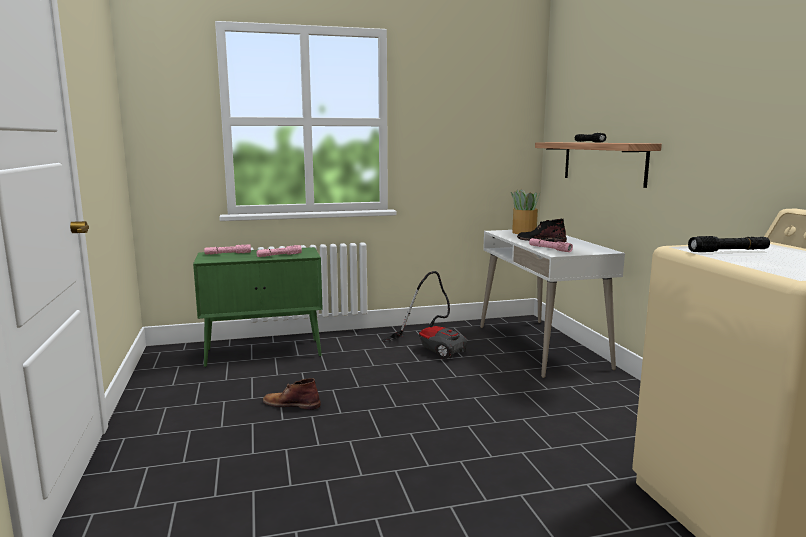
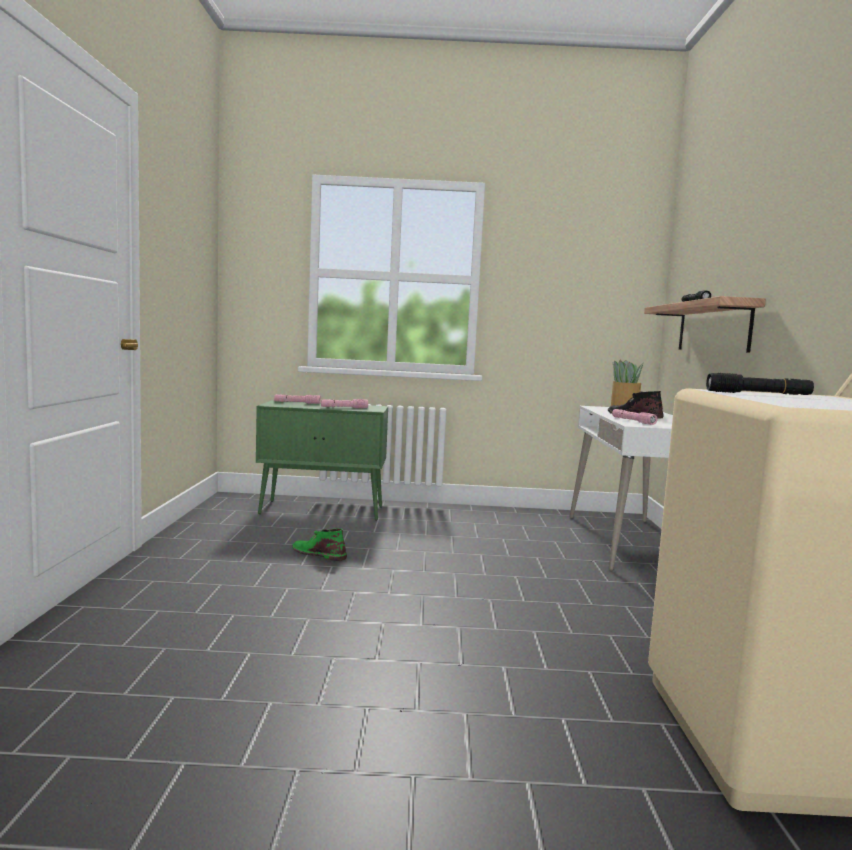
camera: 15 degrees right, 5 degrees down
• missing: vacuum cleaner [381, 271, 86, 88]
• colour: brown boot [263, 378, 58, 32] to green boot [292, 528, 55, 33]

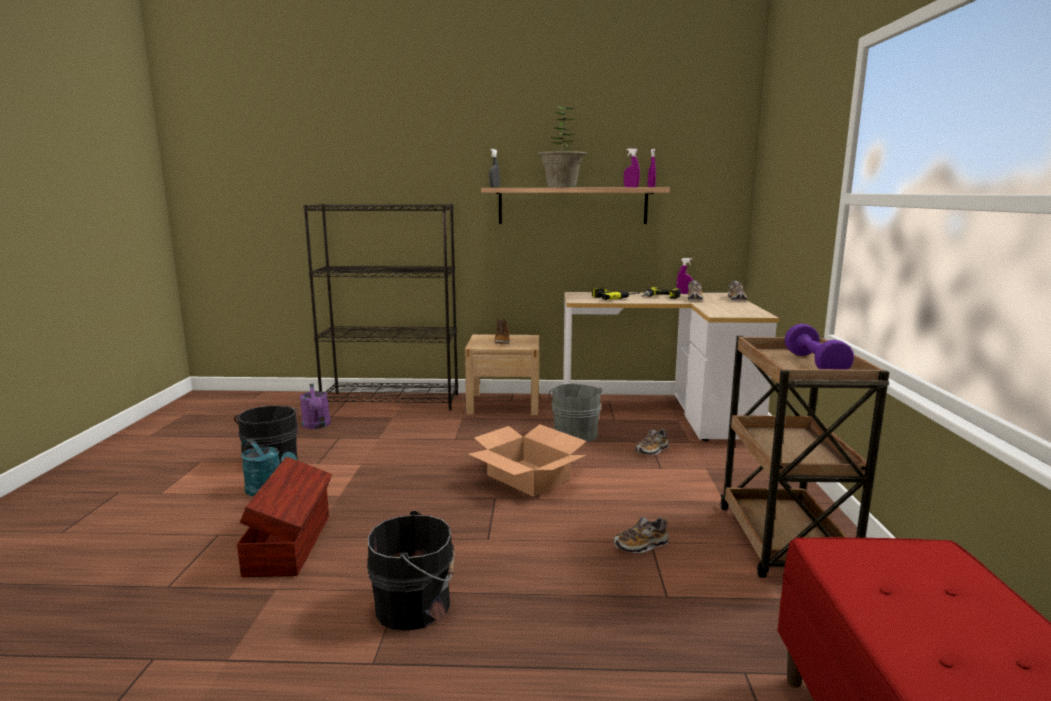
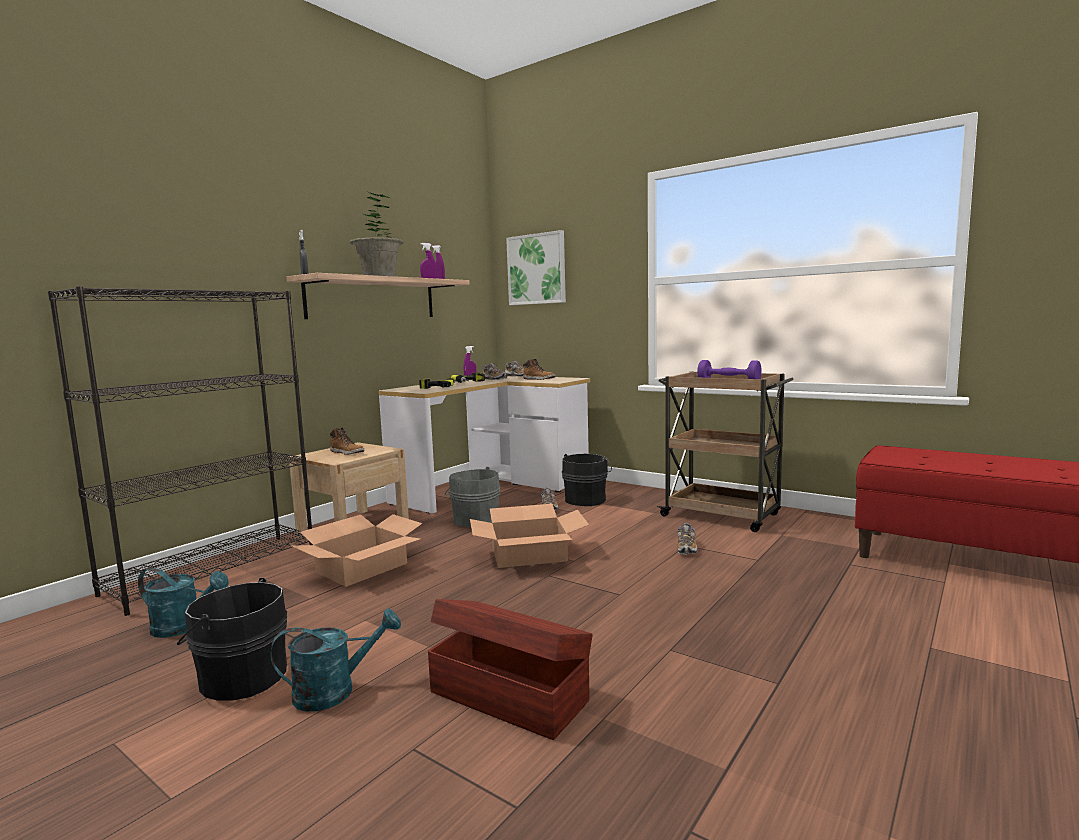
camera: 55 degrees left, 5 degrees down
• appeared: cardboard box [292, 514, 130, 73]
• appeared: picture [506, 230, 60, 75]
• appeared: boot [523, 359, 33, 21]
• relocated: black bucket [367, 511, 88, 119] to [562, 454, 50, 52]
• colour: purple watering can [300, 383, 31, 46] to turquoise watering can [138, 568, 91, 70]

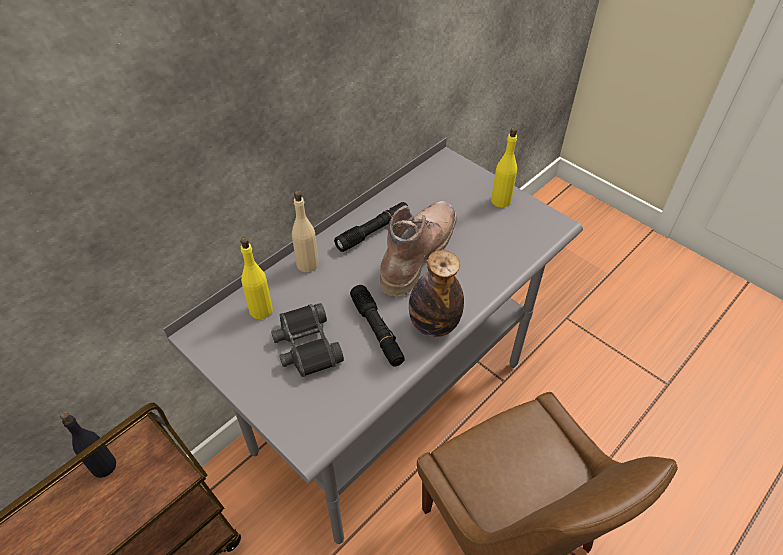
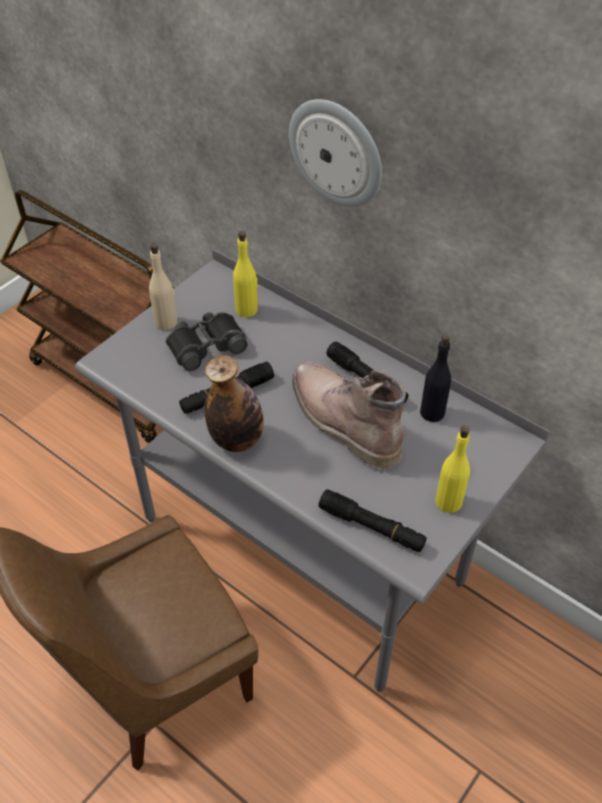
camera: 85 degrees right, 0 degrees up
• appeared: wall clock [289, 99, 93, 108]
• appeared: black flashlight [318, 490, 109, 62]
• relocated: black bottle [60, 412, 56, 66] to [420, 334, 31, 88]
• relocated: beige bottle [292, 191, 27, 81] to [149, 243, 28, 87]
• spun: brown boot [379, 201, 78, 96] = [292, 362, 114, 107] 150 degrees counterclockwise

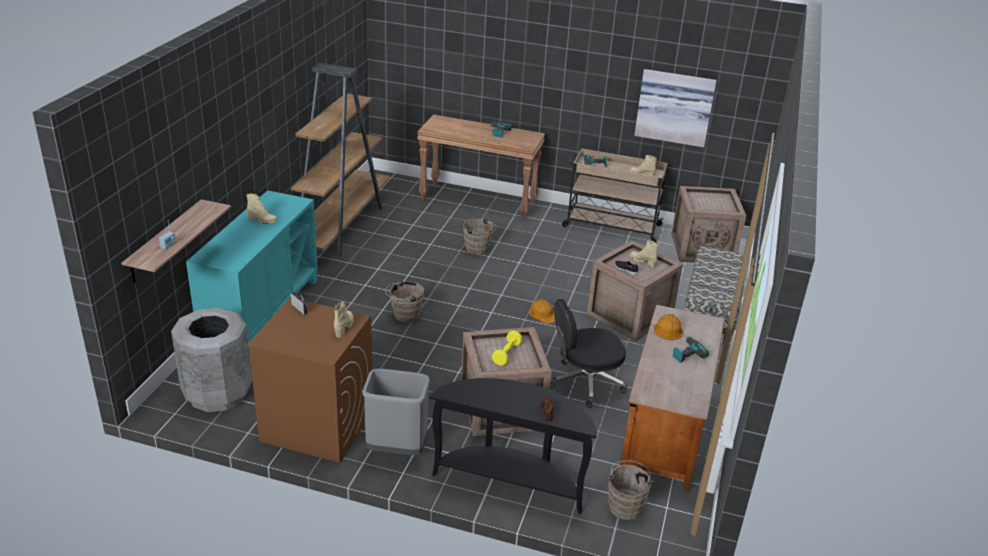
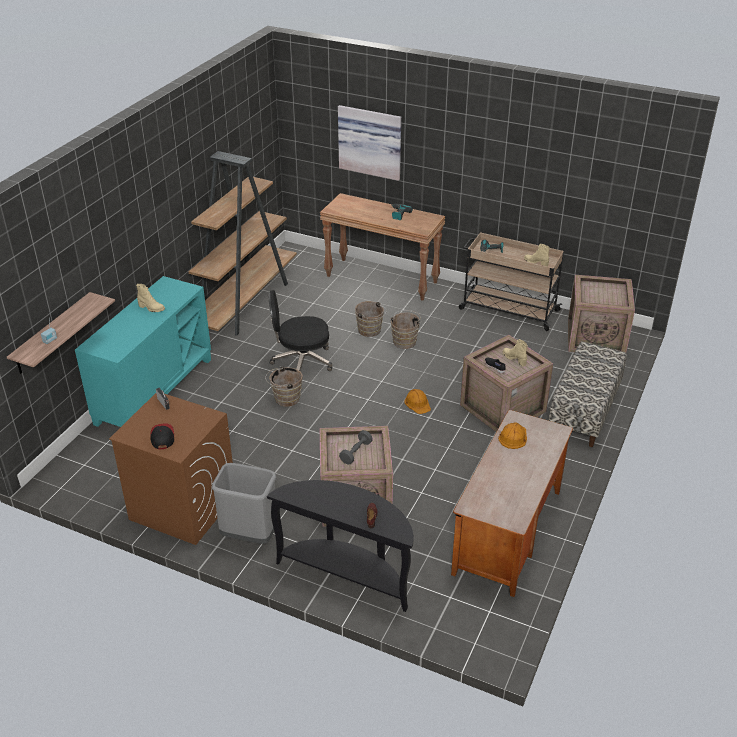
camera: 10 degrees right, 5 degrees up
• missing: grey trash can [171, 308, 81, 104]
• missing: beige boot [334, 301, 20, 37]
• missing: power drill [672, 337, 37, 26]
• appeared: cap [151, 424, 23, 25]
• relocated: black office chair [550, 299, 78, 109] to [268, 290, 64, 81]
• relocated: brown bucket [607, 460, 47, 60] to [390, 310, 32, 39]
• relocated: picture [634, 69, 83, 78] to [338, 105, 63, 76]
• colour: yellow dumbbell [492, 331, 31, 35] to grey dumbbell [339, 430, 34, 35]

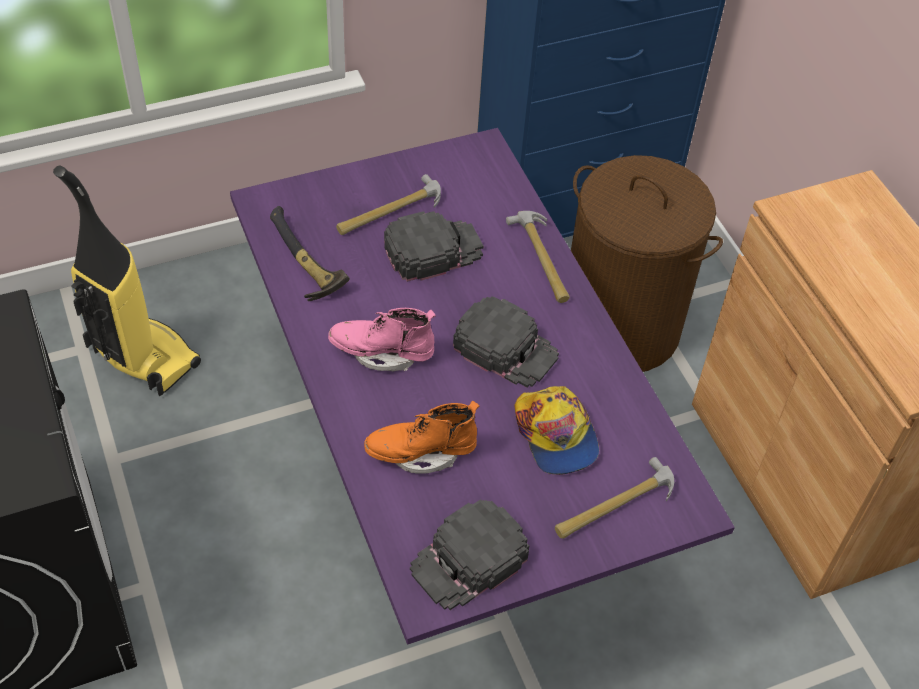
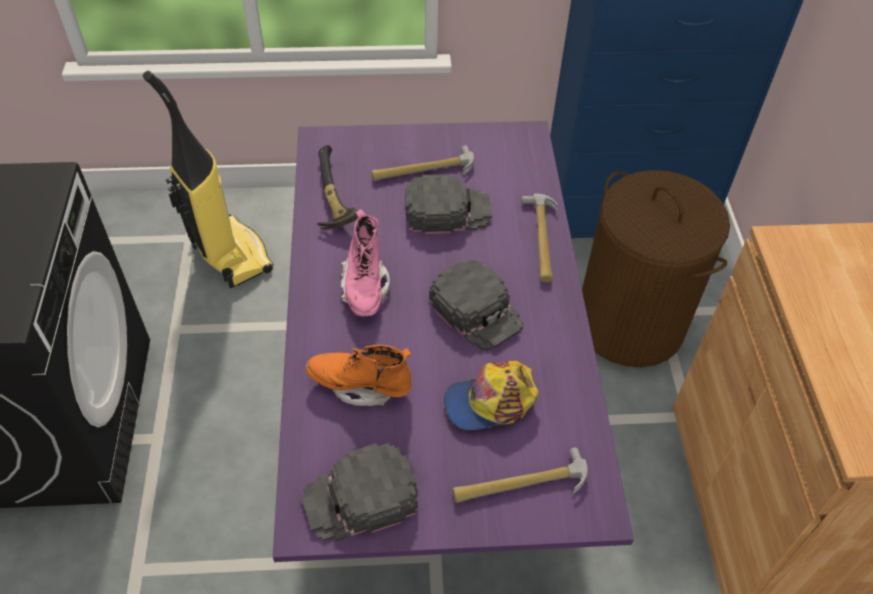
camera: 20 degrees right, 0 degrees up
• spun: pink boot [328, 308, 108, 63] = [341, 209, 49, 108] 120 degrees counterclockwise
• spun: cap [514, 386, 85, 89] = [444, 361, 95, 69] 75 degrees clockwise

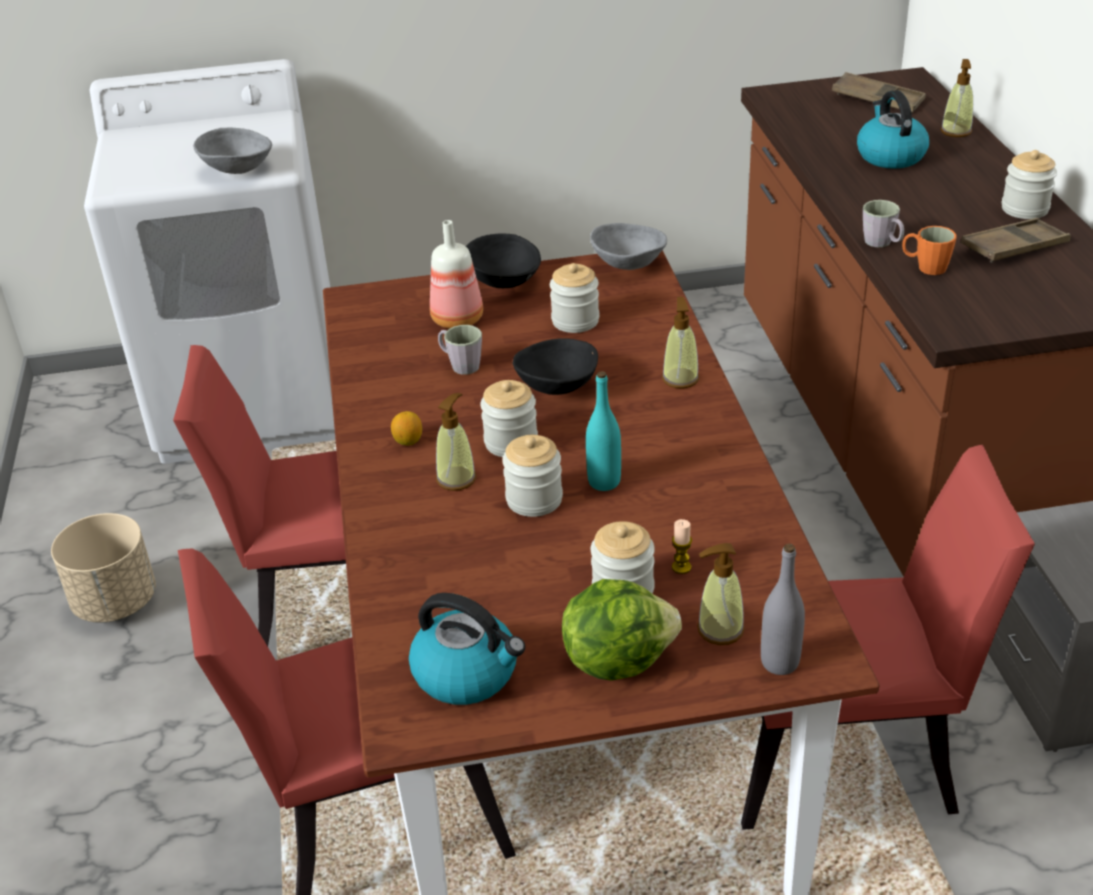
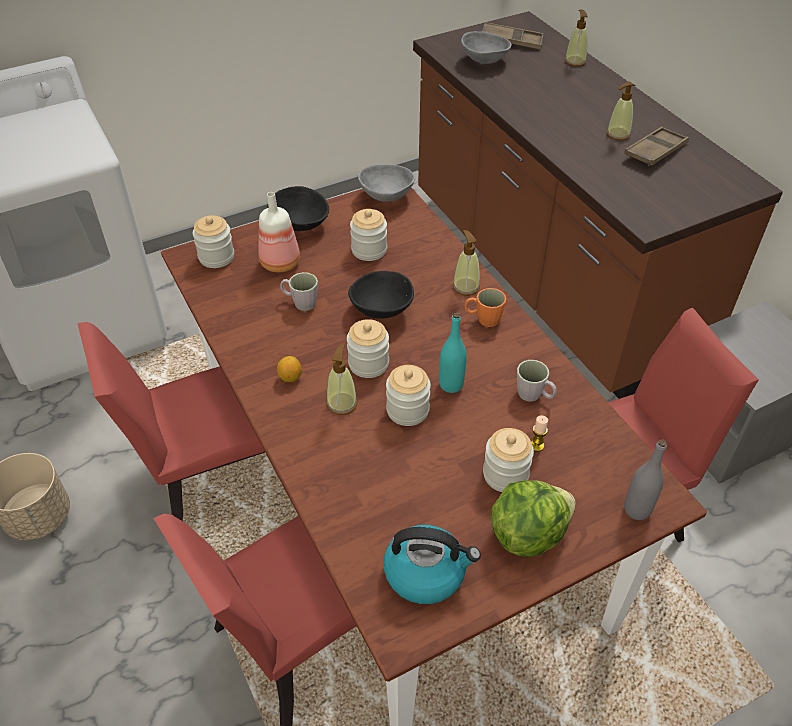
camera: 20 degrees left, 10 degrees up
• missing: kettle [857, 90, 72, 79]
• relocated: grey bowl [193, 128, 79, 46] to [461, 31, 51, 33]
• relocated: soap dispenser [697, 543, 48, 102] to [607, 82, 29, 59]
• relocated: grey mug [863, 200, 41, 47] to [517, 360, 40, 42]
• relocated: orange mug [902, 226, 55, 49] to [464, 288, 42, 39]
• relocated: jar [1002, 150, 55, 69] to [193, 216, 41, 52]

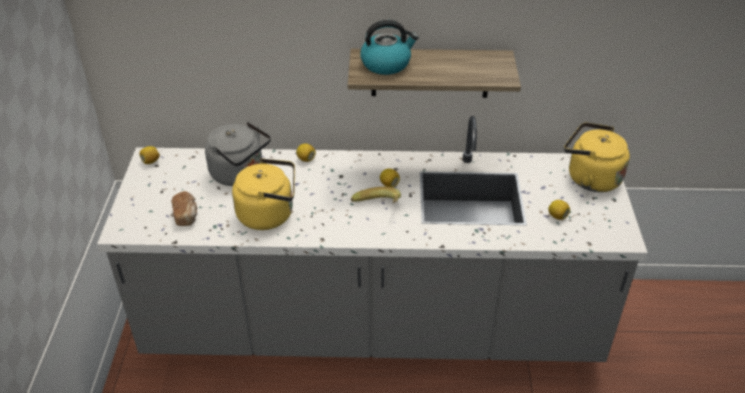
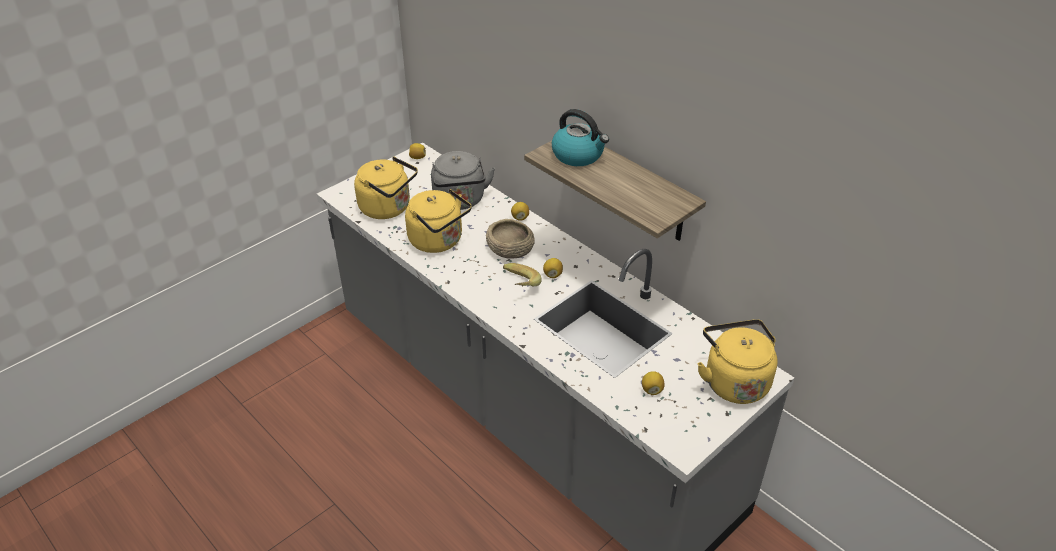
camera: 45 degrees right, 0 degrees up
• appeared: beige bowl [486, 219, 49, 40]
• exchanged: bread [171, 191, 27, 35] to yellow kettle [354, 156, 64, 63]

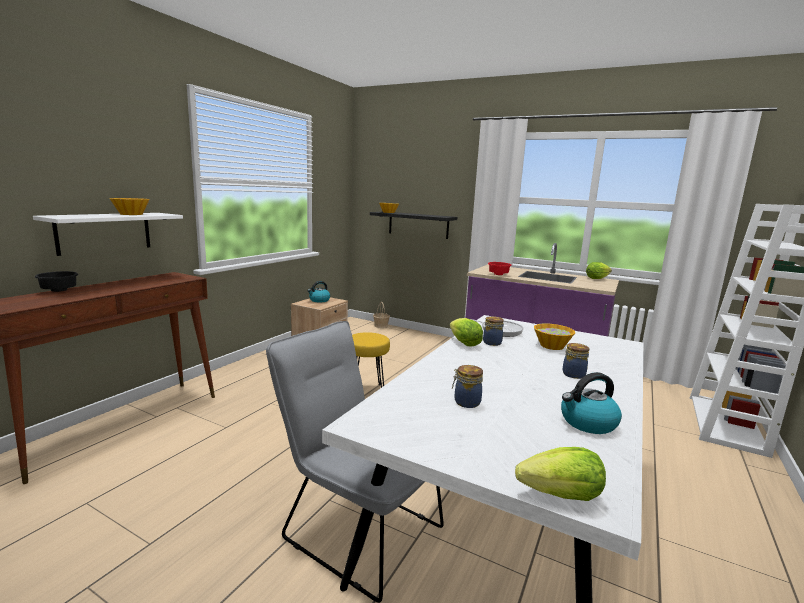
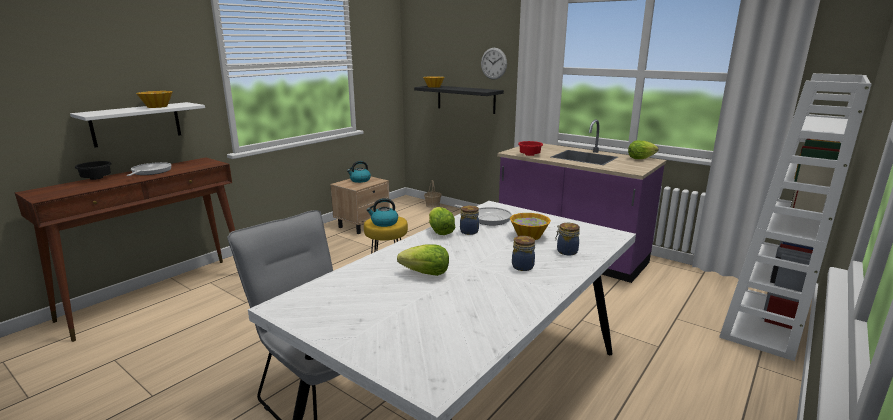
camera: 10 degrees right, 5 degrees up
• appeared: frying pan [127, 162, 44, 14]
• appeared: wall clock [481, 48, 26, 32]
• relocated: jar [452, 365, 31, 43] to [555, 223, 25, 32]
• relocated: lettuce [515, 447, 91, 54] to [397, 244, 52, 32]
• relocated: kettle [561, 372, 61, 62] to [366, 198, 32, 29]

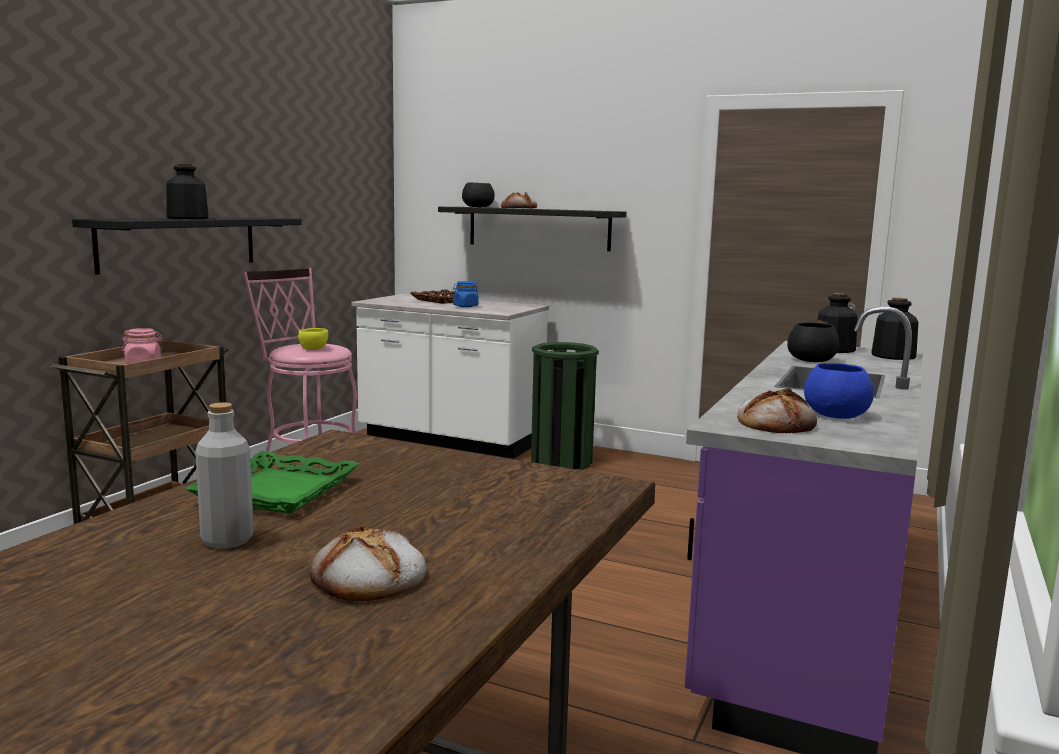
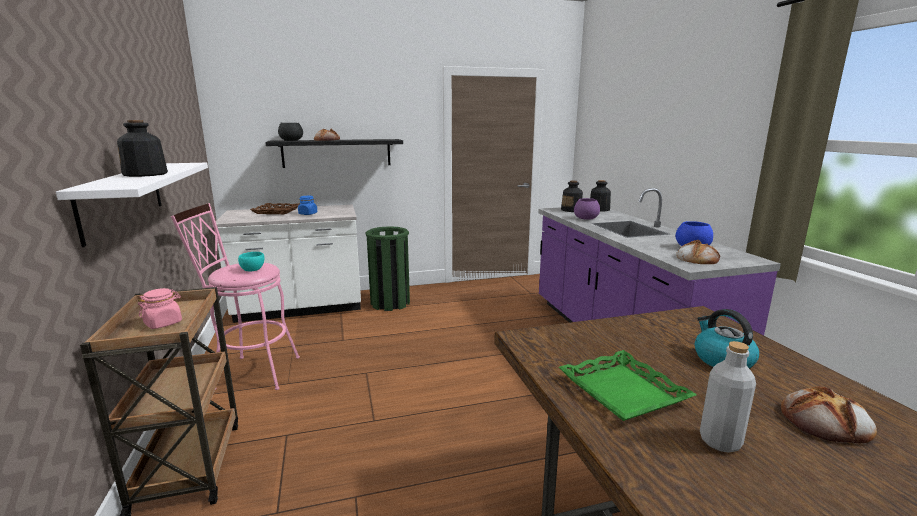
camera: 40 degrees left, 5 degrees up
• appeared: kettle [695, 309, 64, 60]
• colour: black shelf [72, 217, 230, 58] to white shelf [56, 163, 152, 84]
• colour: yellow bowl [298, 328, 30, 22] to turquoise bowl [238, 252, 27, 20]
• colour: black bowl [787, 322, 52, 40] to purple bowl [574, 198, 26, 22]

